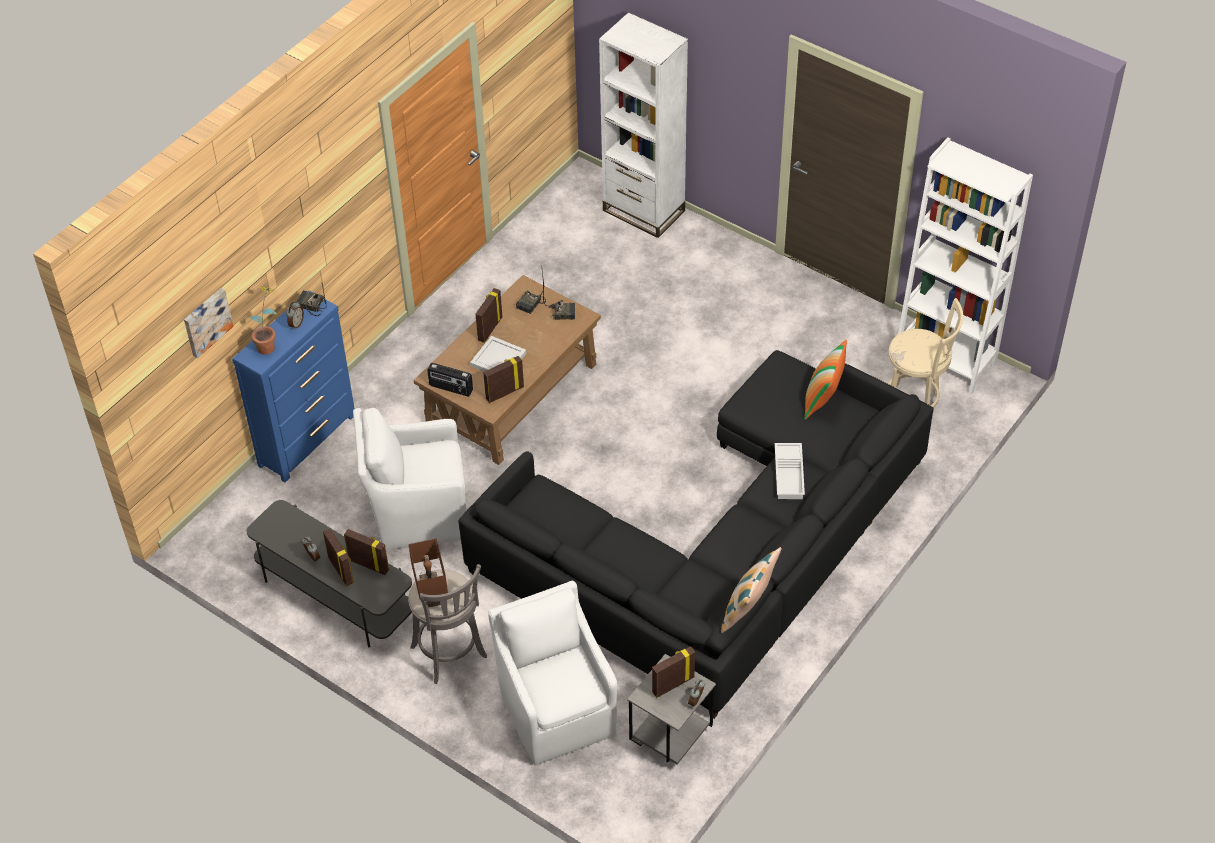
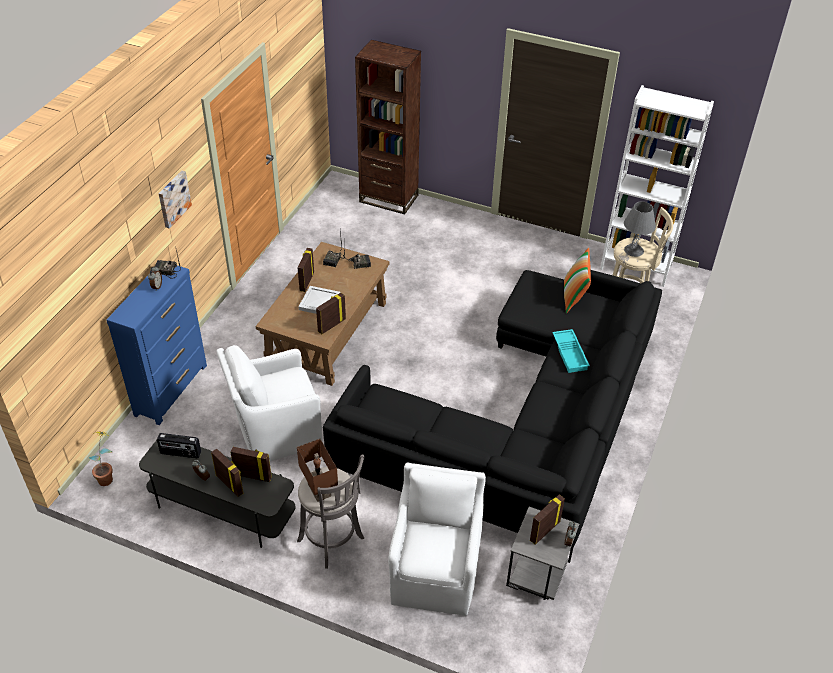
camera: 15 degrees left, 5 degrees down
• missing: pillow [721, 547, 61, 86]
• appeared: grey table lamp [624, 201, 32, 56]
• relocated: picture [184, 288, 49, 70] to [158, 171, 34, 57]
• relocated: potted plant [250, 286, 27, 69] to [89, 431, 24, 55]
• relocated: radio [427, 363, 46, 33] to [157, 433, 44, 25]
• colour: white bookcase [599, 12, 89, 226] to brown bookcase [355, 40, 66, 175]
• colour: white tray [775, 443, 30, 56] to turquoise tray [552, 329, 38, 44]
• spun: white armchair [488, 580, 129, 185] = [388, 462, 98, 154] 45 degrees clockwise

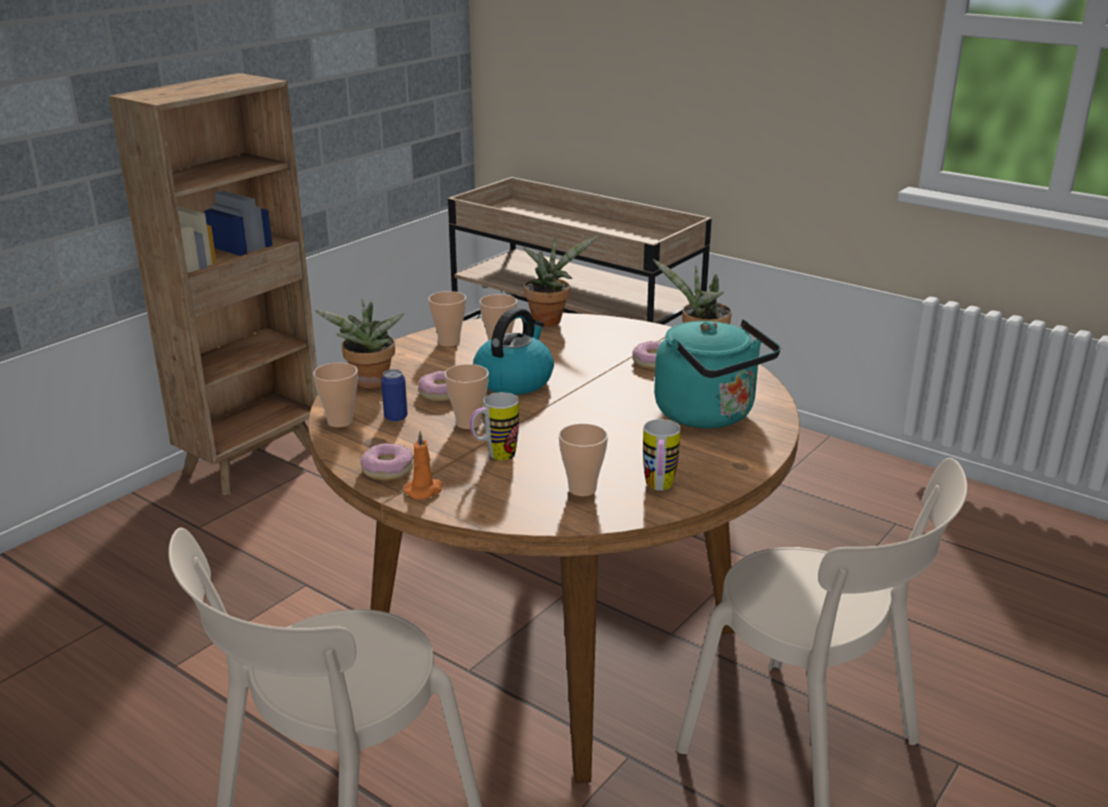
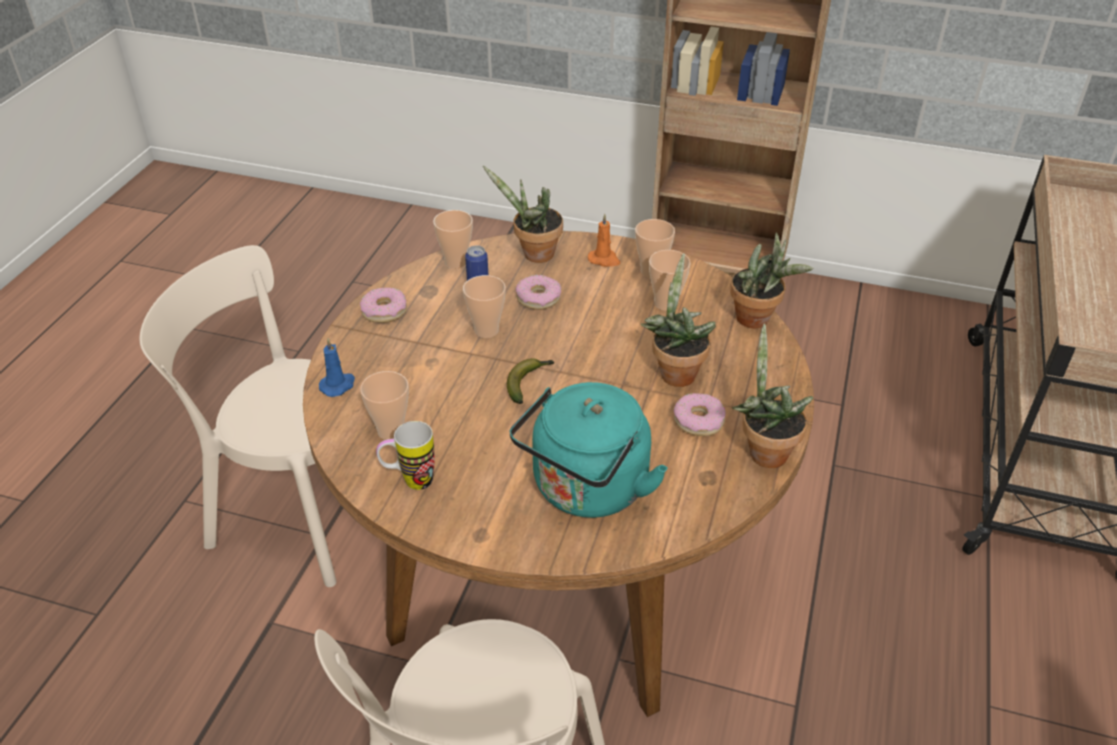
camera: 70 degrees right, 15 degrees up
• missing: mug [470, 392, 49, 68]
• missing: kettle [473, 307, 81, 88]
• appeared: blue candle [319, 338, 36, 59]
• appeared: banana [507, 358, 47, 46]
• appeared: potted plant [640, 253, 76, 134]
• relocated: orange candle [404, 431, 39, 69] to [588, 214, 32, 53]

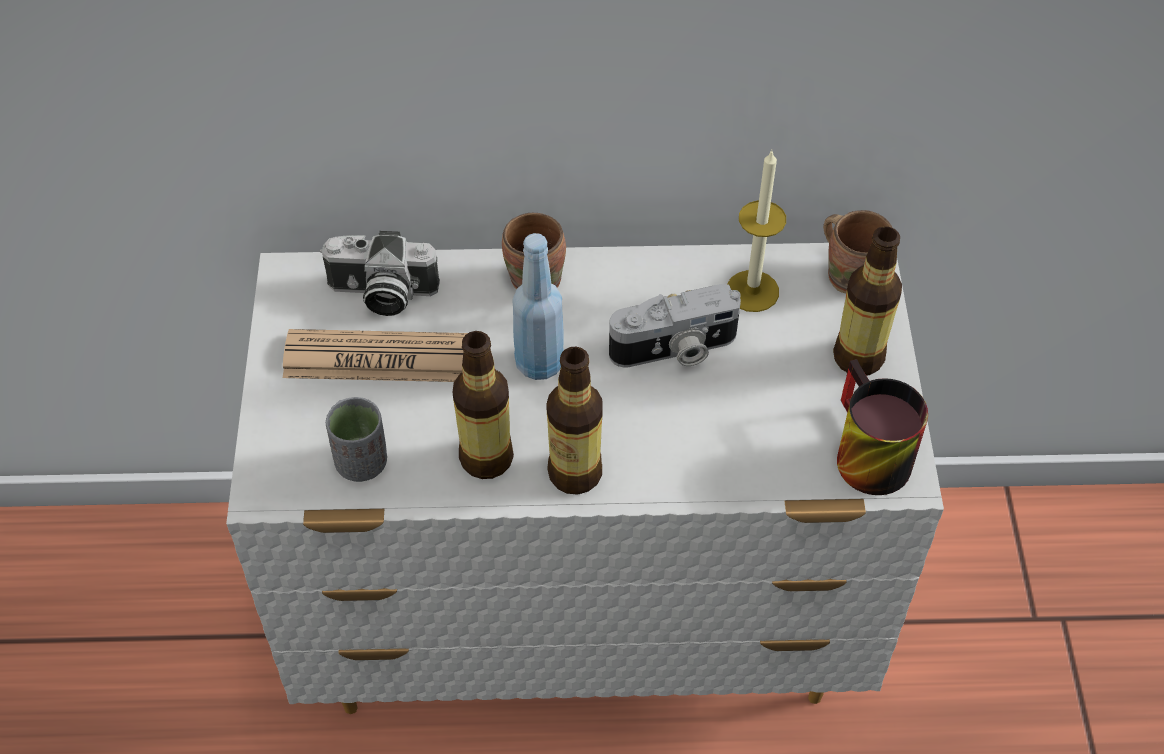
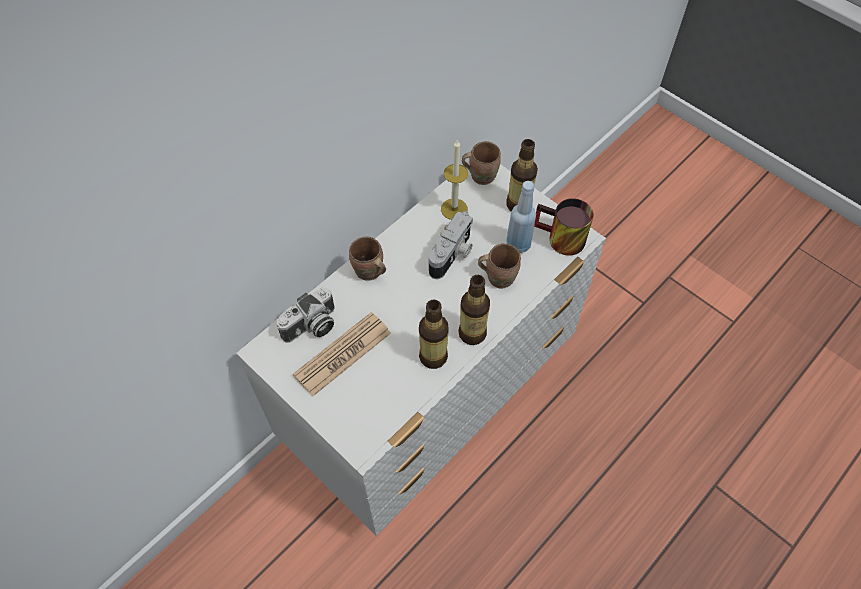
camera: 45 degrees left, 5 degrees up
• missing: grey cup [326, 397, 61, 85]
• appeared: brown mug [478, 243, 43, 46]
• relocated: blue bottle [512, 233, 52, 147] to [506, 181, 30, 72]

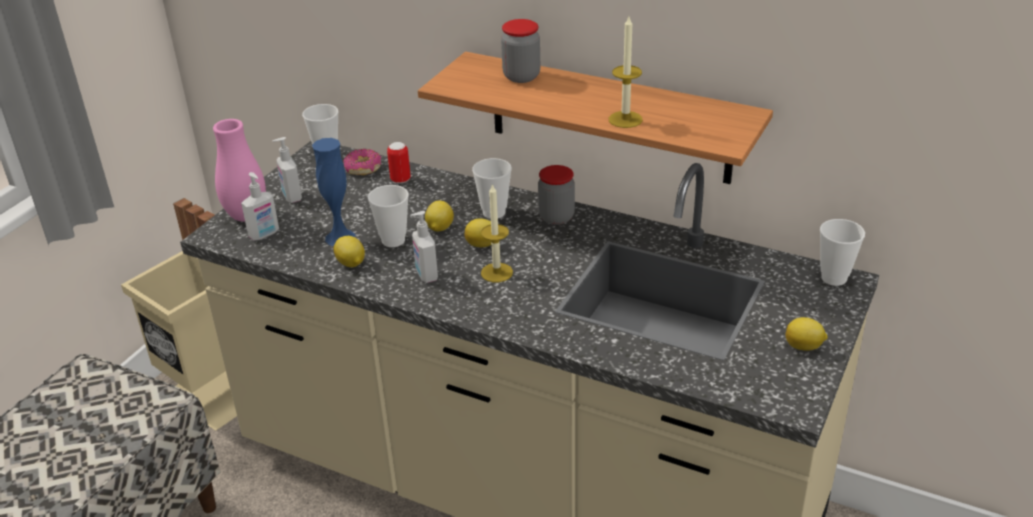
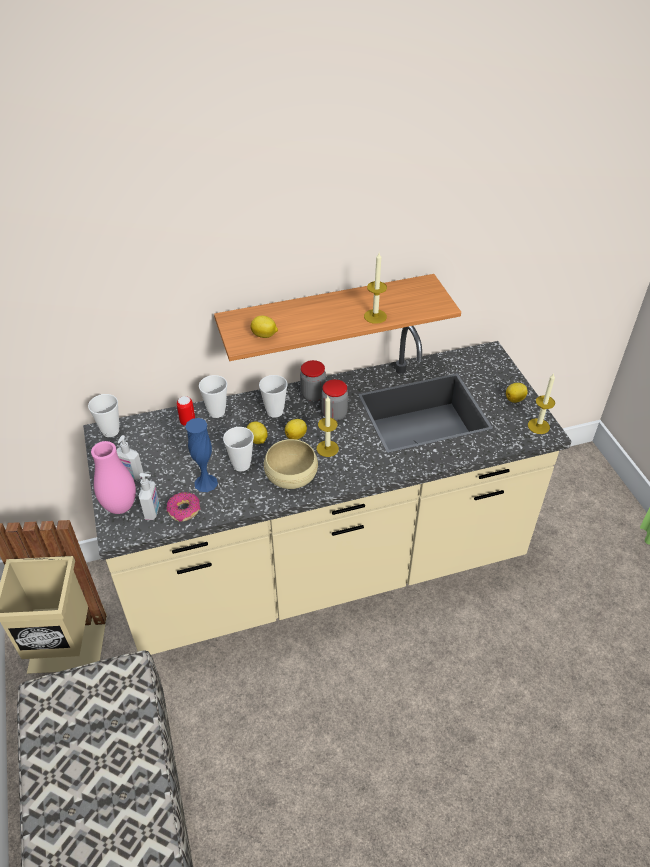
camera: 45 degrees left, 10 degrees up
• appeared: candle [528, 373, 27, 61]
• relocated: lemon [334, 236, 31, 31] to [250, 316, 28, 22]
• relocated: donut [343, 149, 38, 26] to [166, 492, 34, 30]
• relocated: jar [501, 19, 39, 64] to [322, 379, 26, 42]
• relocated: cup [820, 219, 45, 67] to [199, 375, 28, 43]
• exchanged: soap dispenser [410, 211, 28, 72] to beige bowl [264, 439, 54, 50]

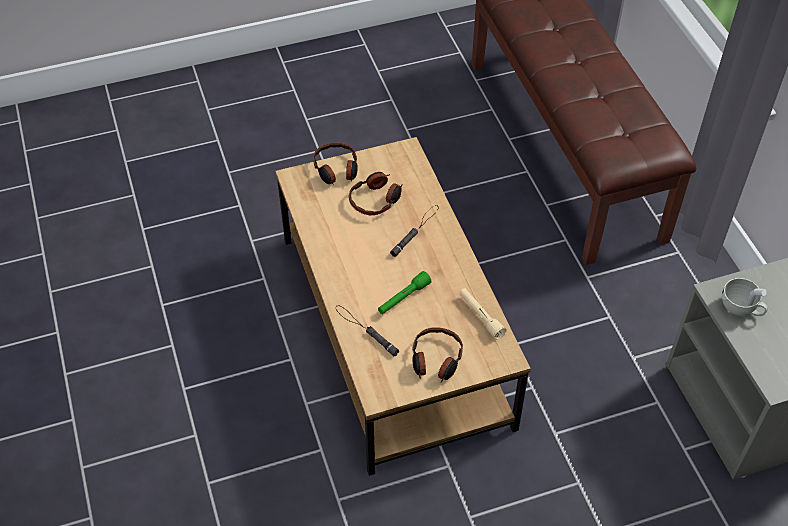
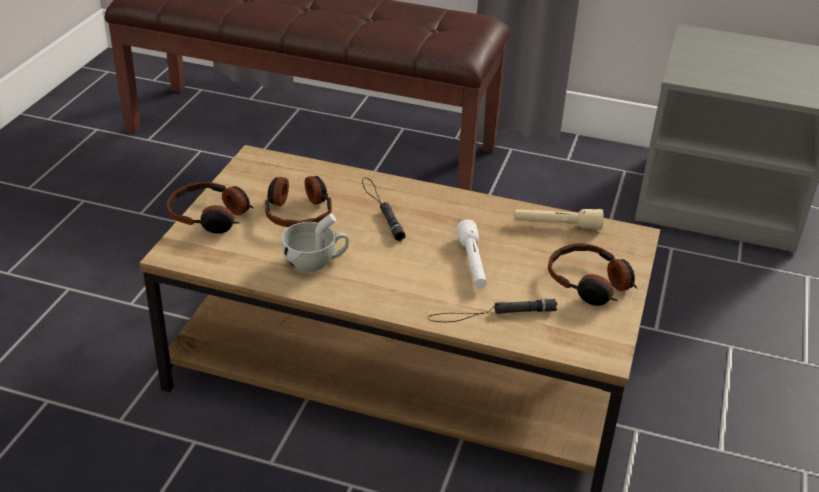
camera: 55 degrees left, 15 degrees down
• relocated: white cup [722, 278, 46, 38] to [282, 213, 67, 59]
• colour: green flashlight [378, 271, 53, 43] to white flashlight [456, 220, 31, 68]

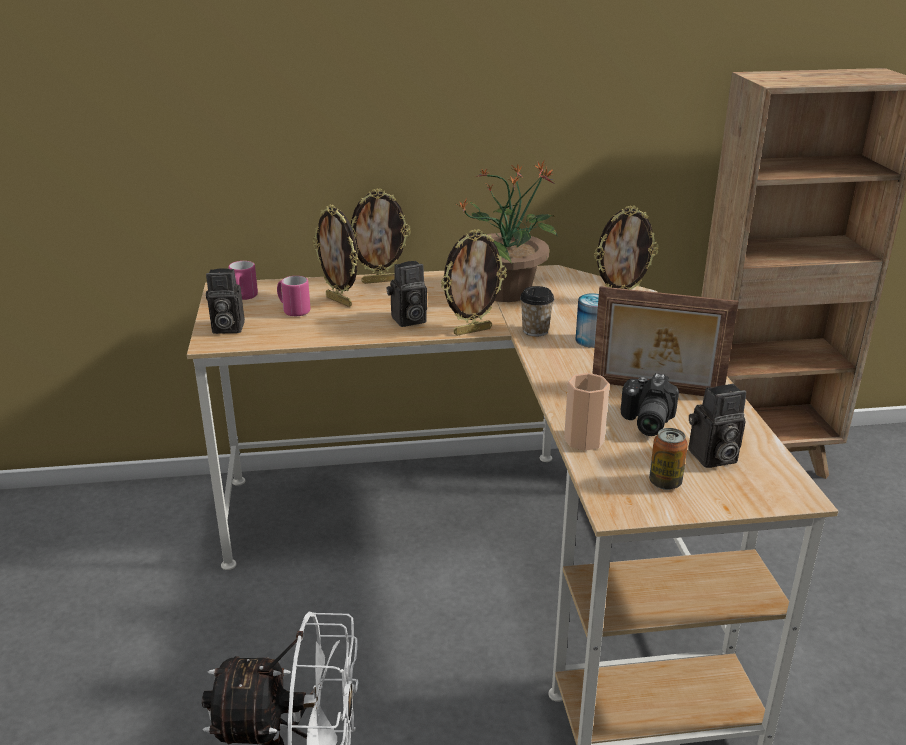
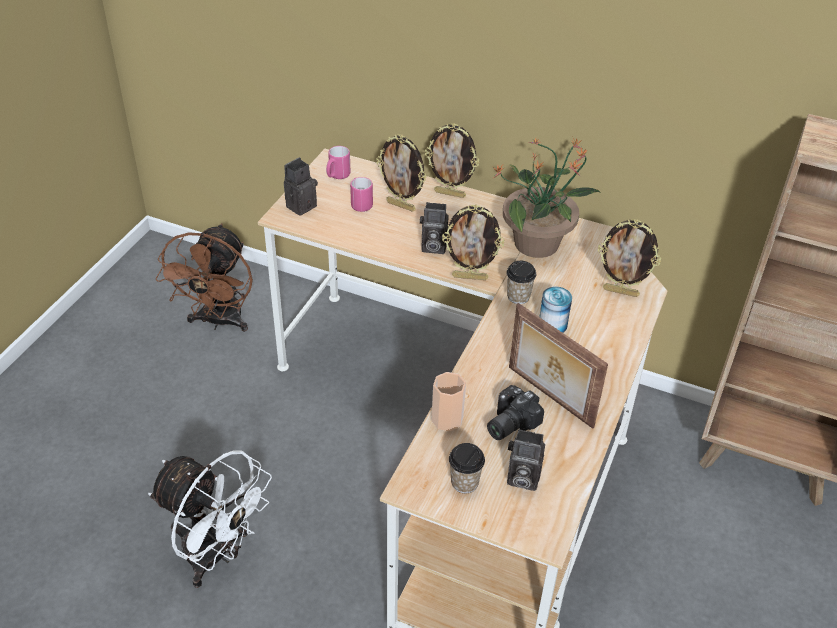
camera: 30 degrees right, 15 degrees up
• appeared: brown fan [156, 223, 97, 109]
• exchanged: can [649, 428, 39, 62] to cup [449, 443, 36, 50]
• spun: photo camera [206, 268, 39, 66] = [284, 157, 34, 59] 105 degrees clockwise
• spun: picture frame [313, 204, 45, 103] = [376, 134, 50, 78] 45 degrees counterclockwise

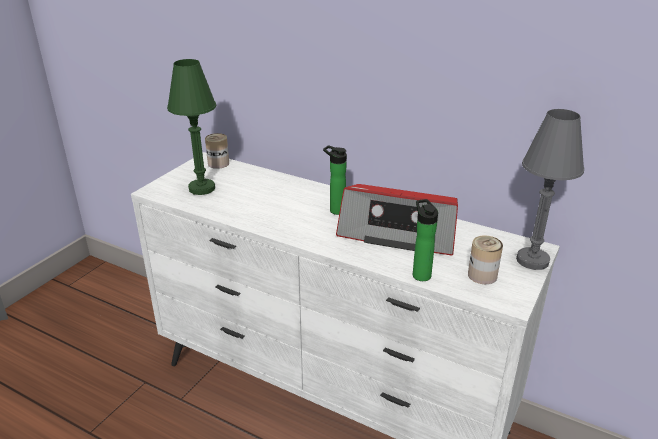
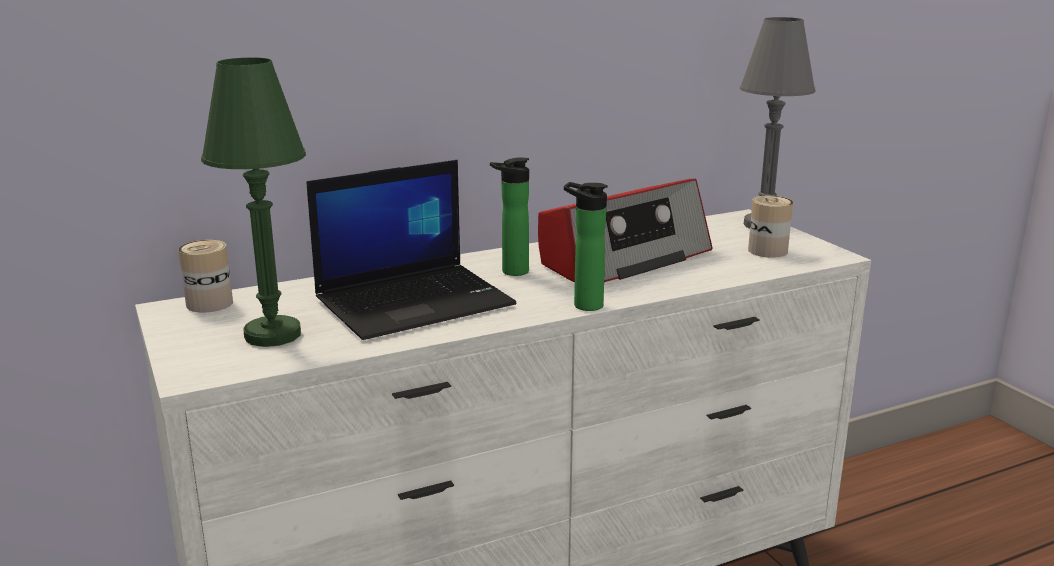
camera: 55 degrees left, 10 degrees down
• appeared: laptop [307, 160, 210, 180]
• relocated: bottle [413, 199, 25, 82] to [564, 182, 44, 129]

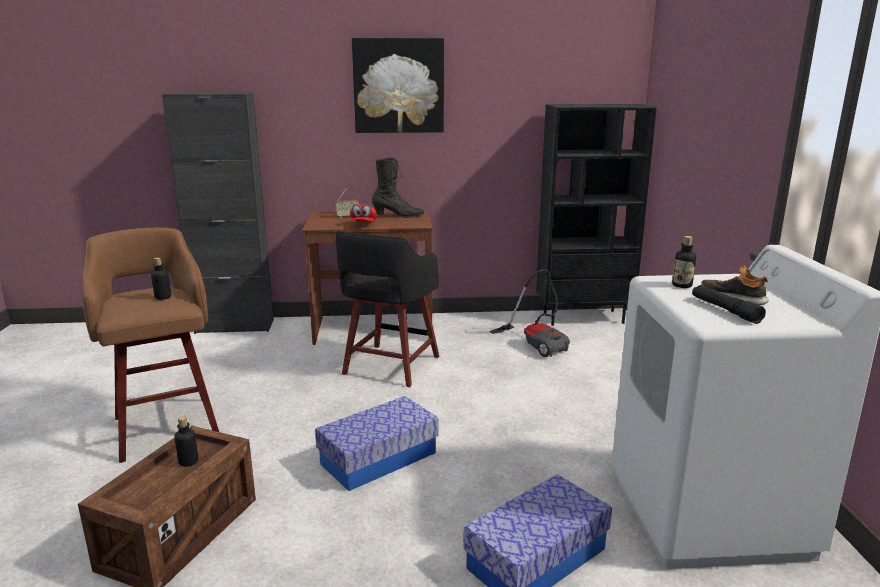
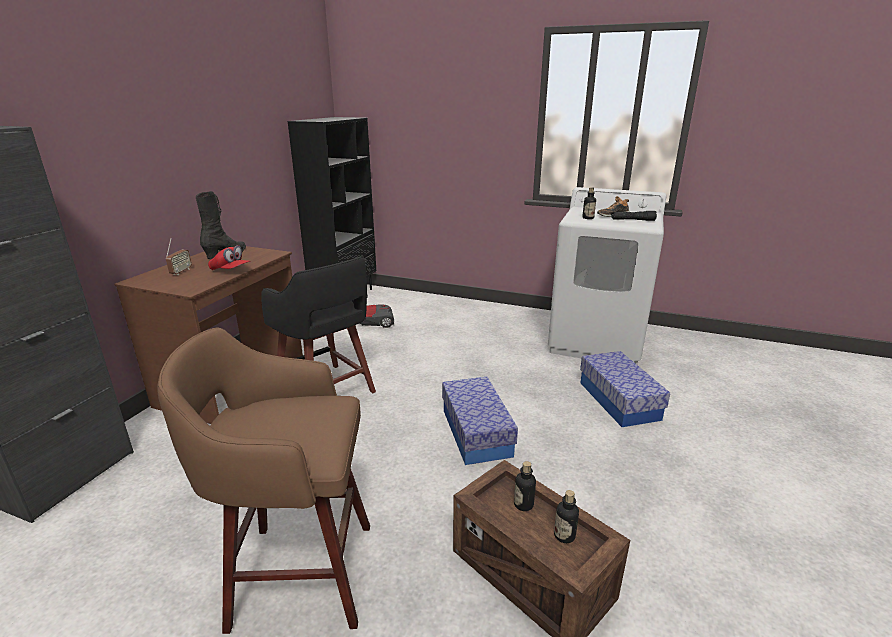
camera: 65 degrees left, 5 degrees up
• missing: picture [352, 38, 92, 95]
• relocated: bottle [151, 258, 20, 42] to [554, 490, 25, 53]

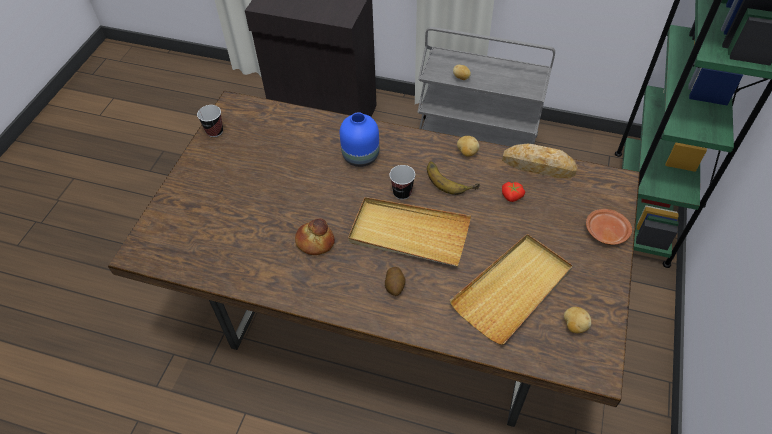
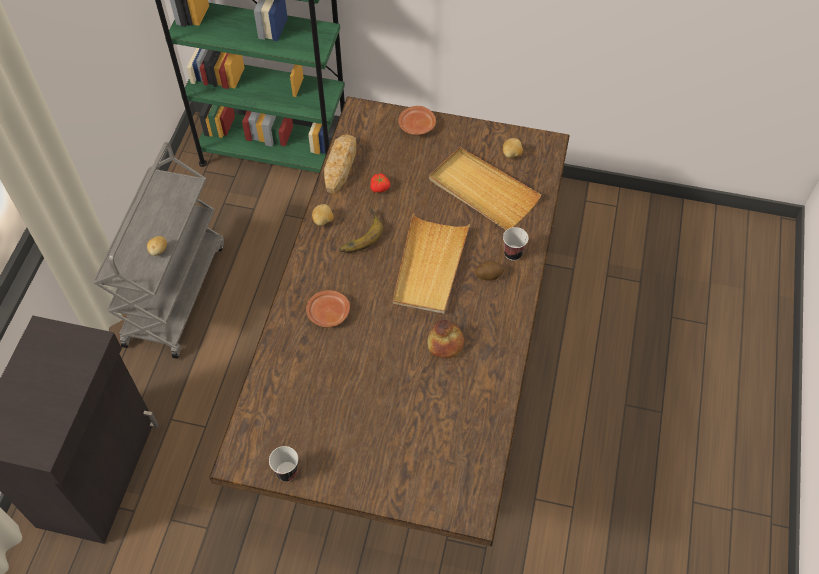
camera: 95 degrees left, 5 degrees up
• relocated: cup [389, 165, 26, 35] to [503, 227, 26, 34]
• exchanged: blue vase [340, 112, 39, 55] to brown plate [306, 290, 44, 37]

